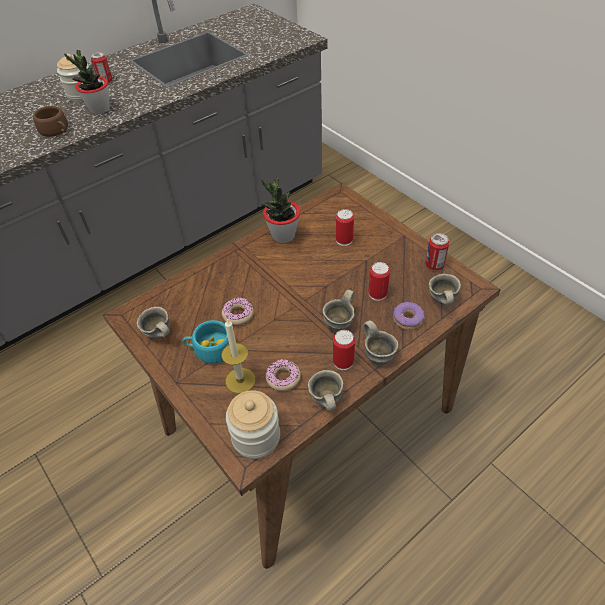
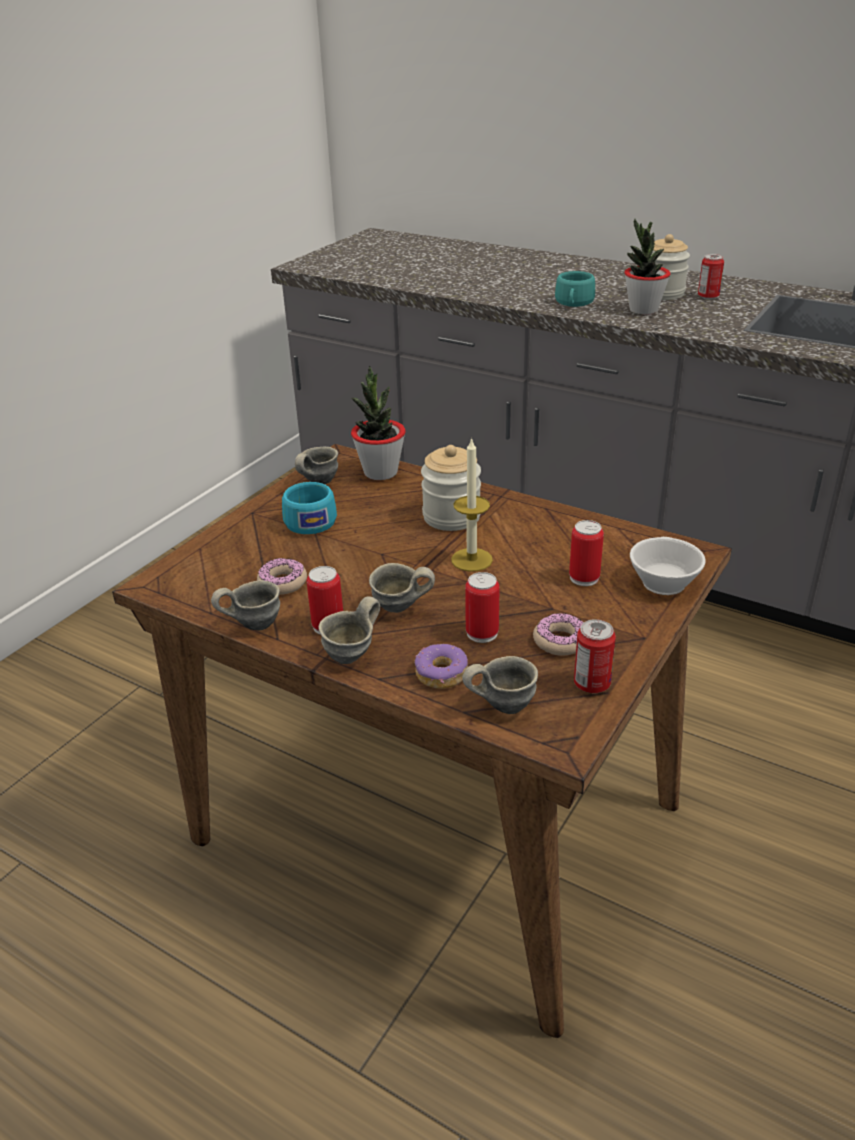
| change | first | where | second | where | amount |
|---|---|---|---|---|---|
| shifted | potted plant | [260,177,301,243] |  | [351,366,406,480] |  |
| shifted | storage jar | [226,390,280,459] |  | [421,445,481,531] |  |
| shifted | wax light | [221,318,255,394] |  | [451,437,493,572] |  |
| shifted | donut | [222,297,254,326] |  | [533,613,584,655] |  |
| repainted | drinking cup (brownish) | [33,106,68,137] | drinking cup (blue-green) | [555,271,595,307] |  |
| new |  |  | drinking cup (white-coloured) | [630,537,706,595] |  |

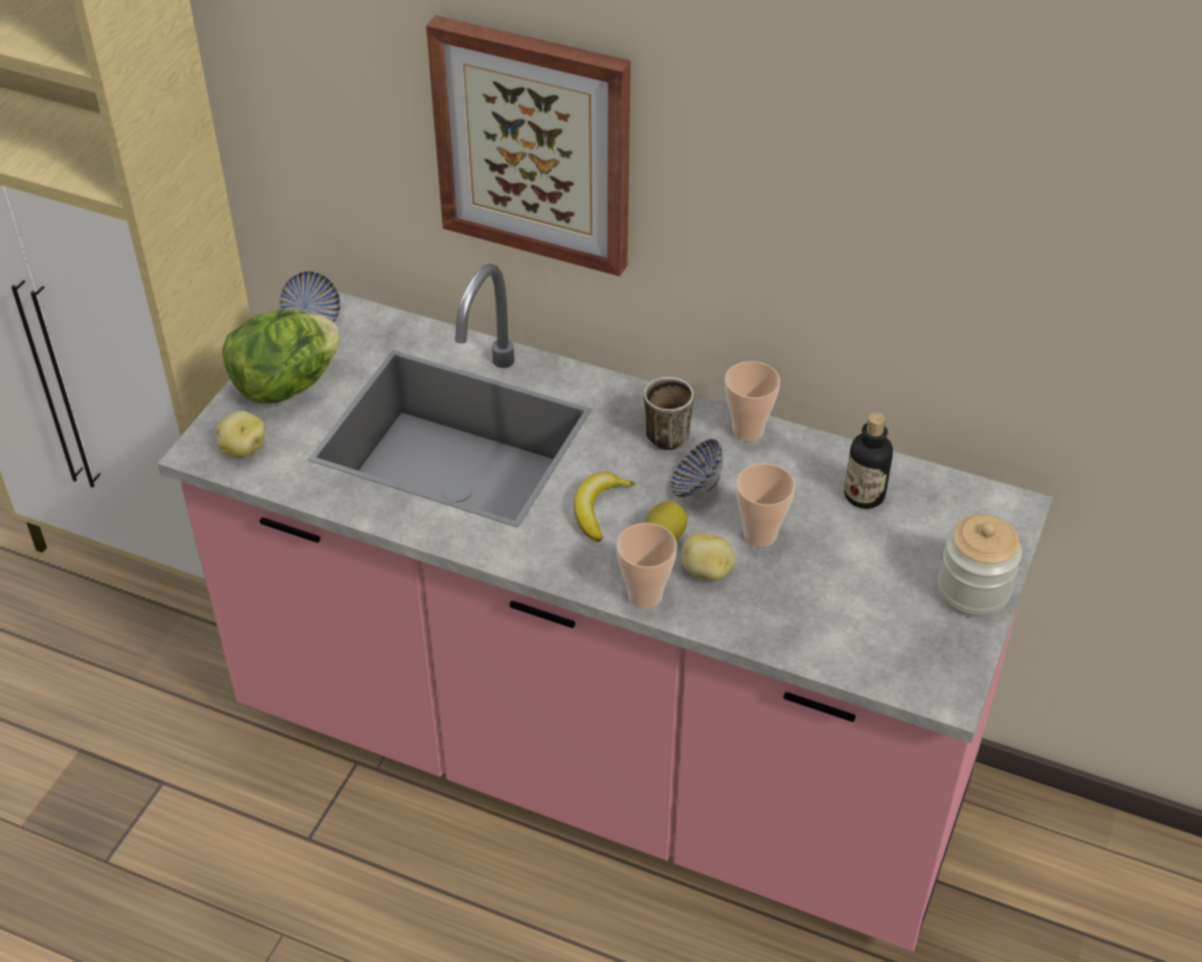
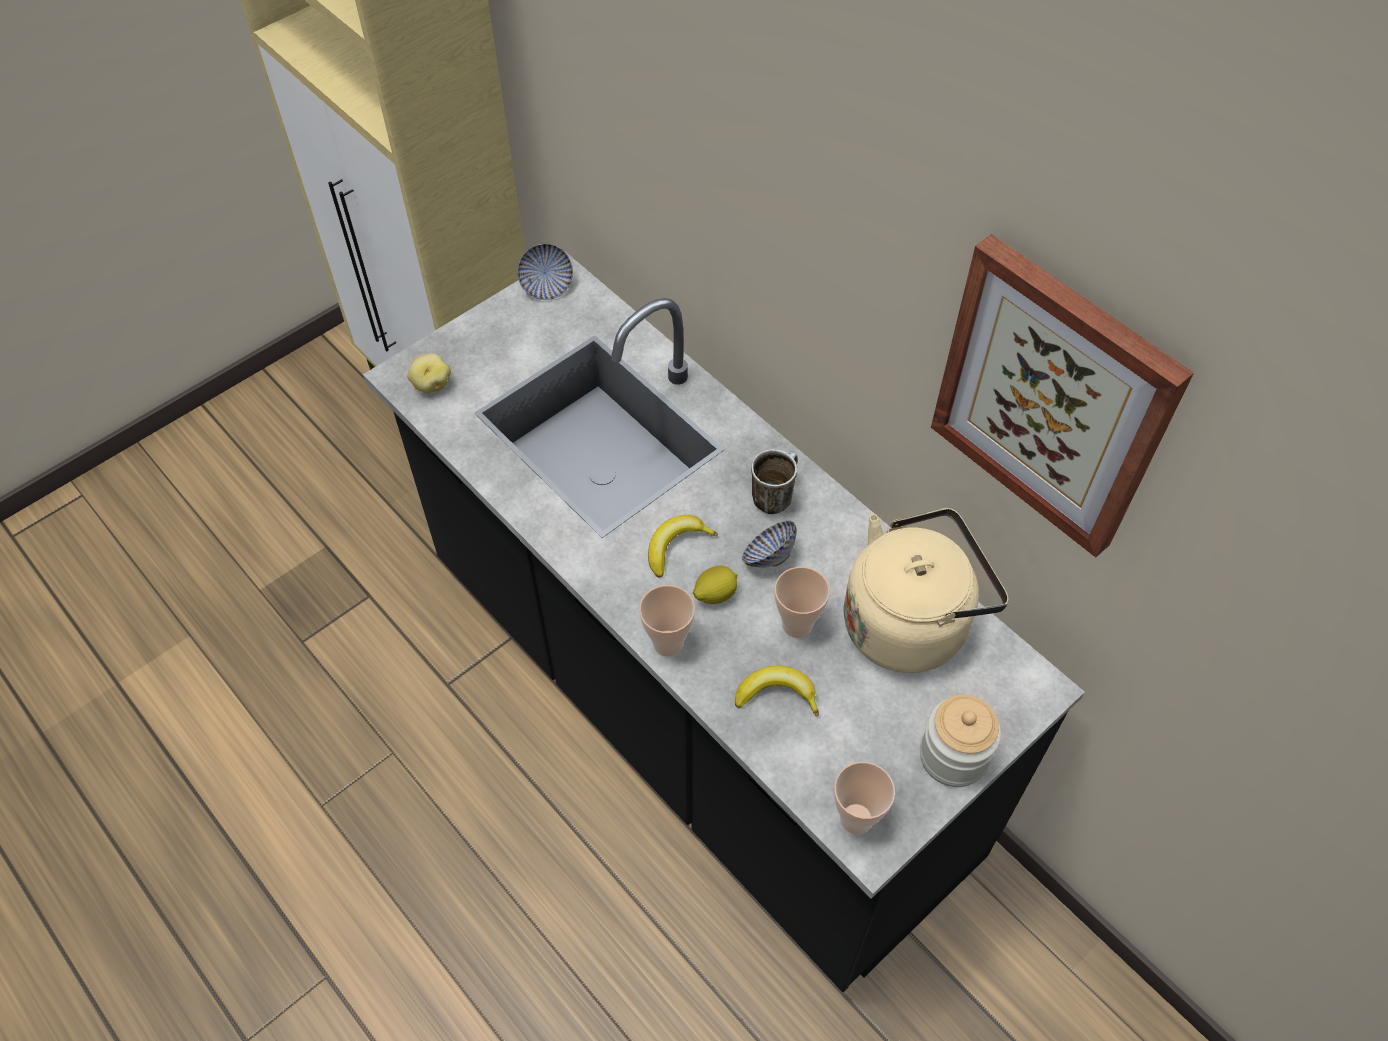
| change | first | where | second | where | amount |
|---|---|---|---|---|---|
| repainted | kitchen counter (pink-coloured) | [158,264,1053,951] | kitchen counter (black) | [363,252,1085,992] |  |
| new |  |  | banana fruit | [735,666,819,716] |  |
| shifted | drinking cup | [725,361,780,441] |  | [834,762,895,835] |  |
| swapped | drink bottle | [845,413,893,509] | water kettle (sand-coloured) | [844,507,1009,673] |  |
| shifted | picture | [426,15,631,276] |  | [931,234,1194,558] |  |
| gone | lettuce | [222,309,341,404] |  |  |  |
| gone | potato | [681,533,735,580] |  |  |  |

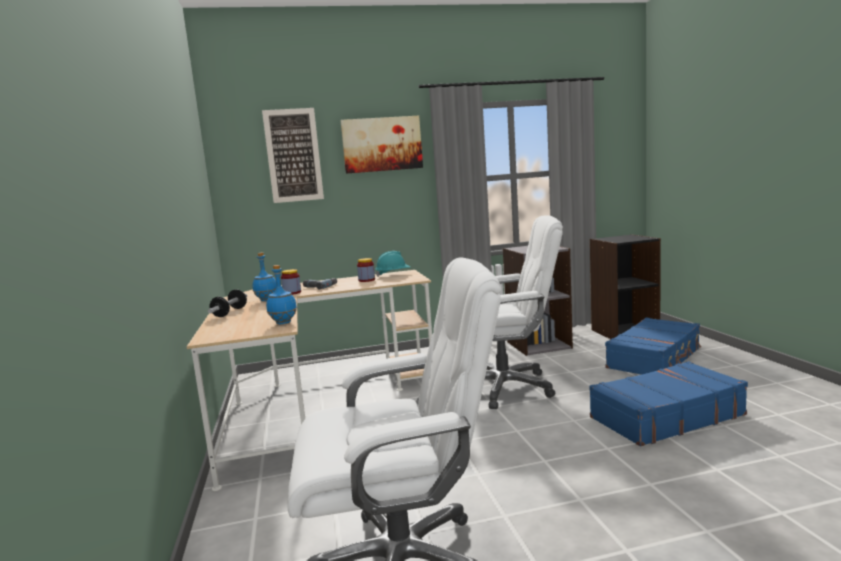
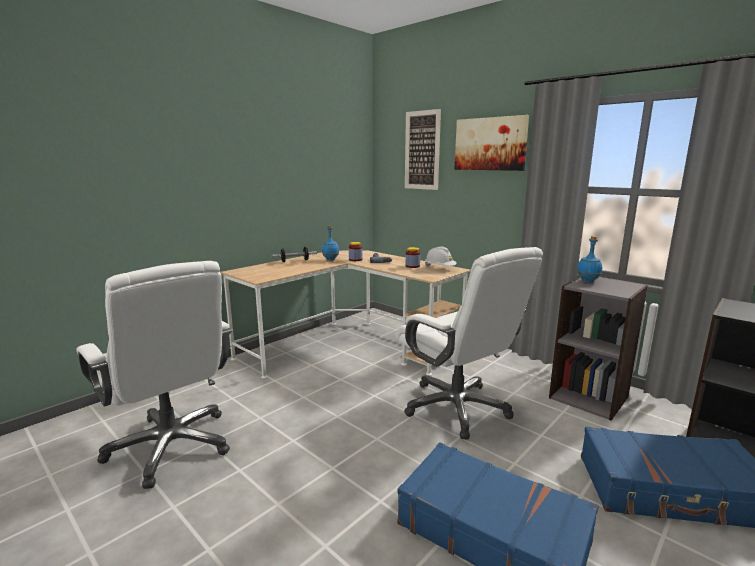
| change | first | where | second | where | amount |
|---|---|---|---|---|---|
| repainted | hard hat (blue-green) | [375,251,410,277] | hard hat (white-coloured) | [425,247,457,267] |  |
| shifted | drink bottle (blue-coloured) | [266,265,297,324] |  | [577,236,602,283] |  |

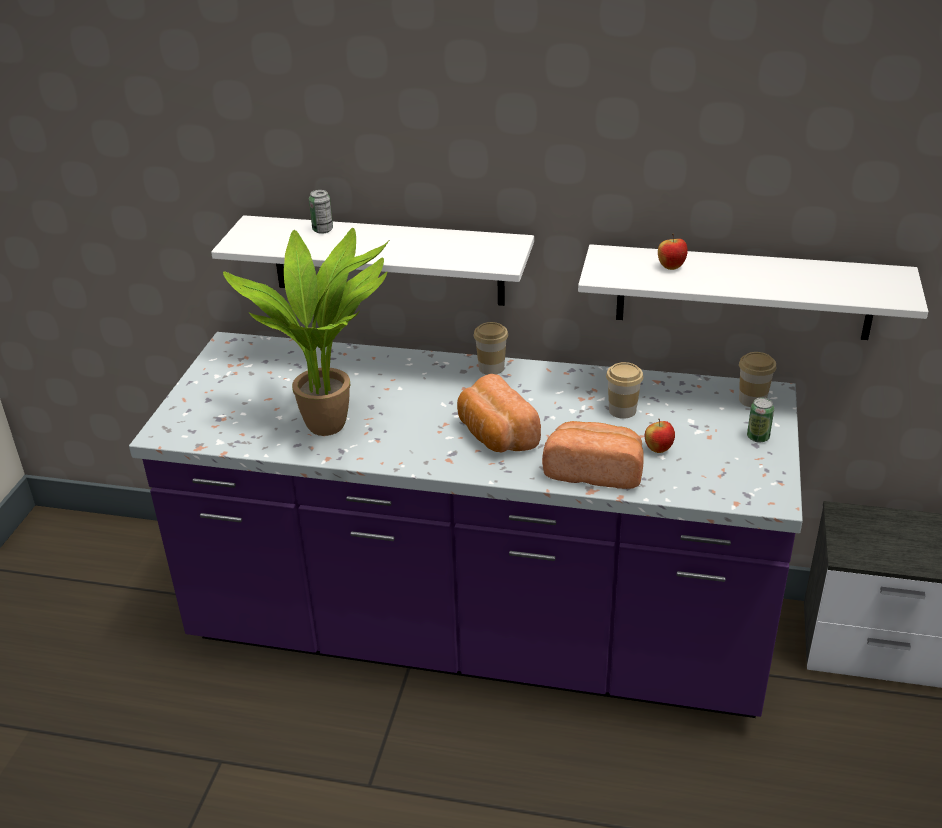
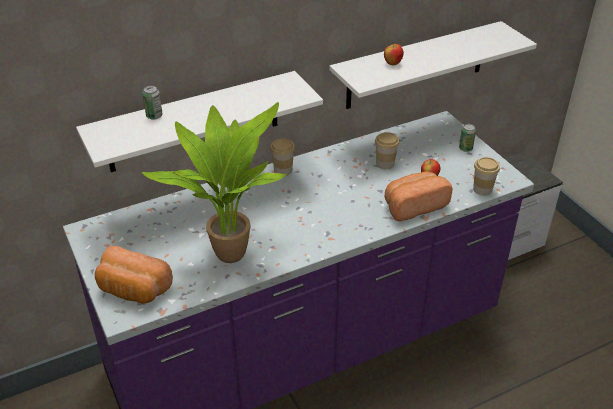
| change | first | where | second | where | amount |
|---|---|---|---|---|---|
| shifted | baked bread | [457,374,541,452] |  | [95,246,173,303] |  |
| shifted | drinking cup | [739,352,776,407] |  | [473,157,500,196] |  |

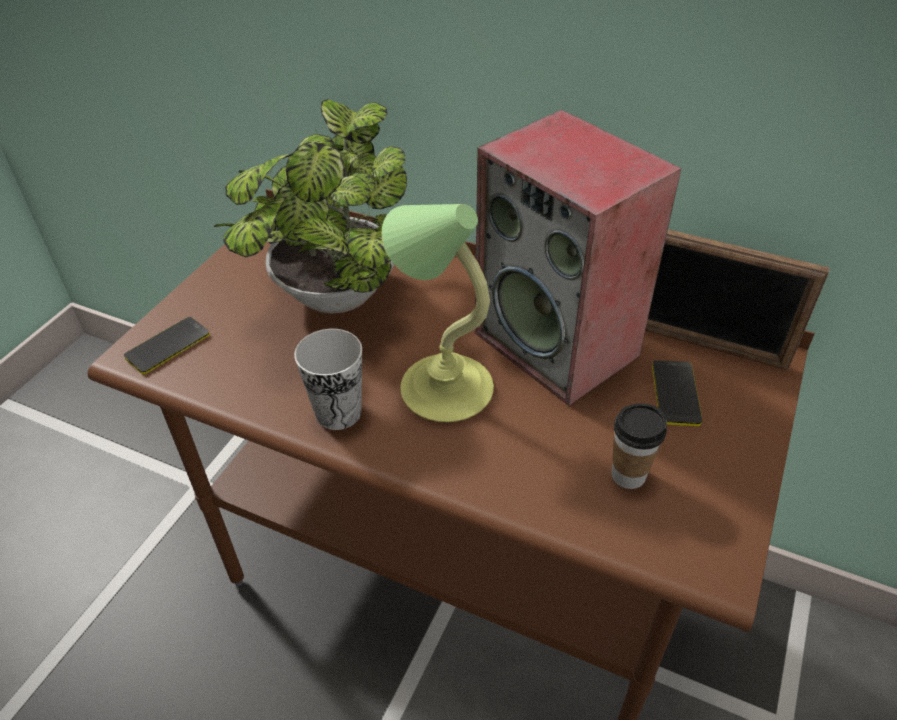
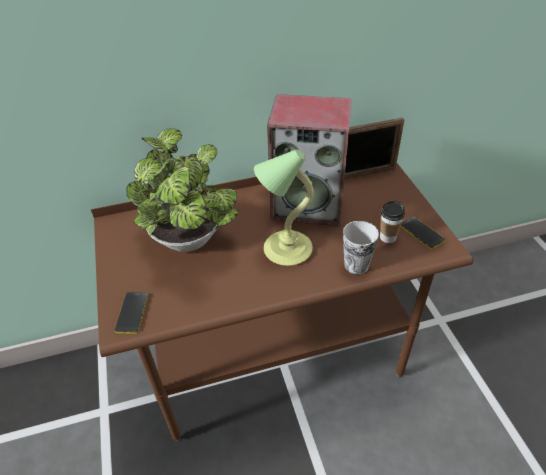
| change | first | where | second | where | amount |
|---|---|---|---|---|---|
| shifted | drinking cup | [294,329,362,430] |  | [343,221,379,274] |  |
| shifted | telephone | [652,360,703,426] |  | [400,217,445,249] |  |

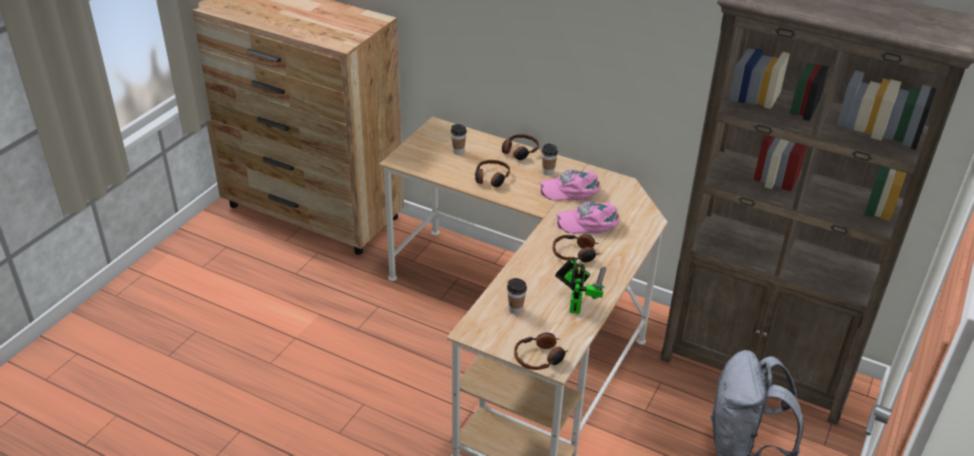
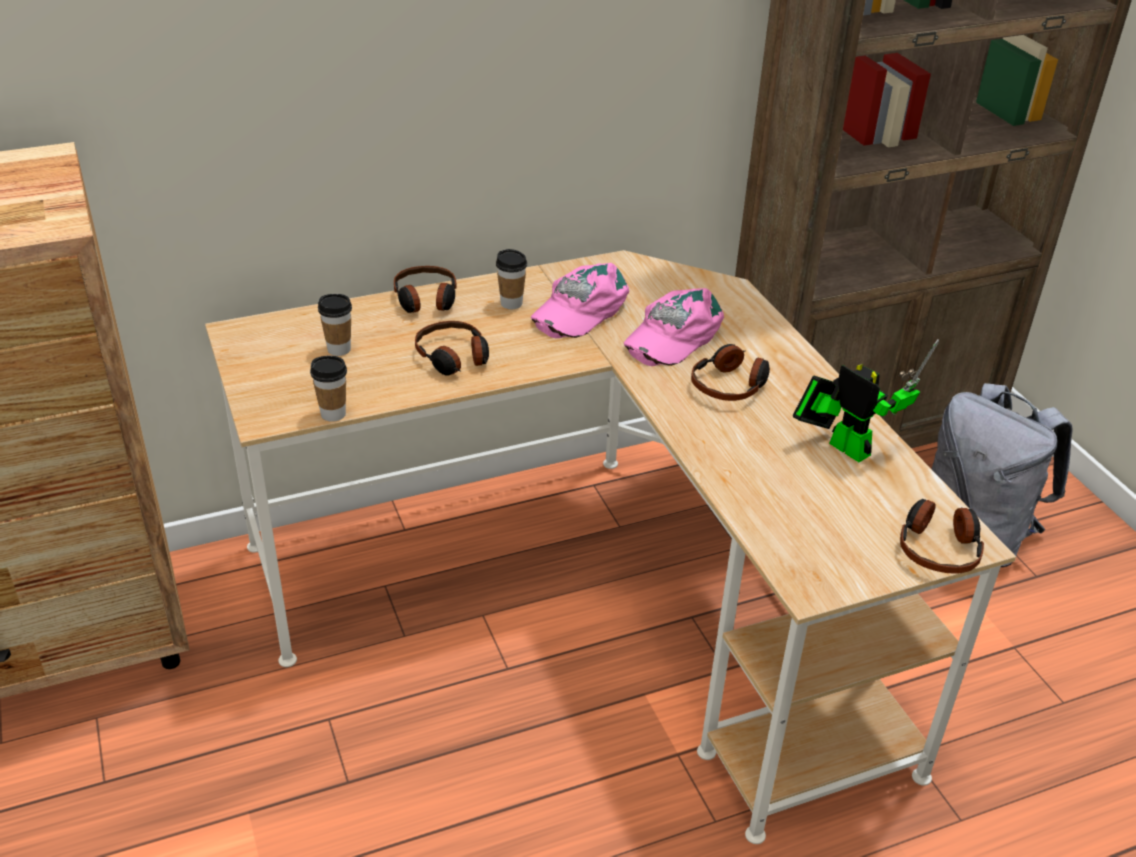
| change | first | where | second | where | amount |
|---|---|---|---|---|---|
| shifted | drinking cup | [507,278,527,314] |  | [310,356,347,422] |  |

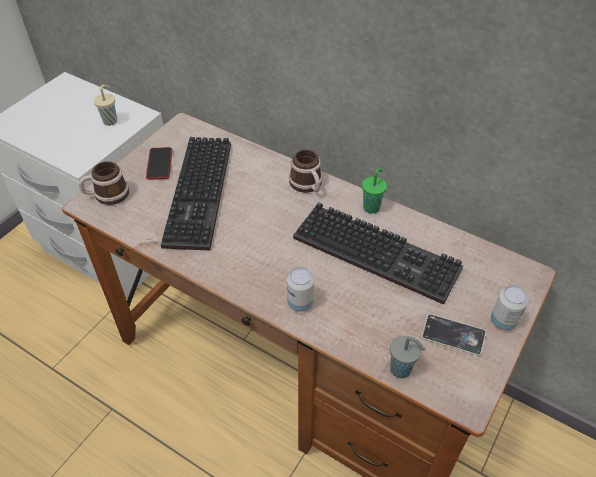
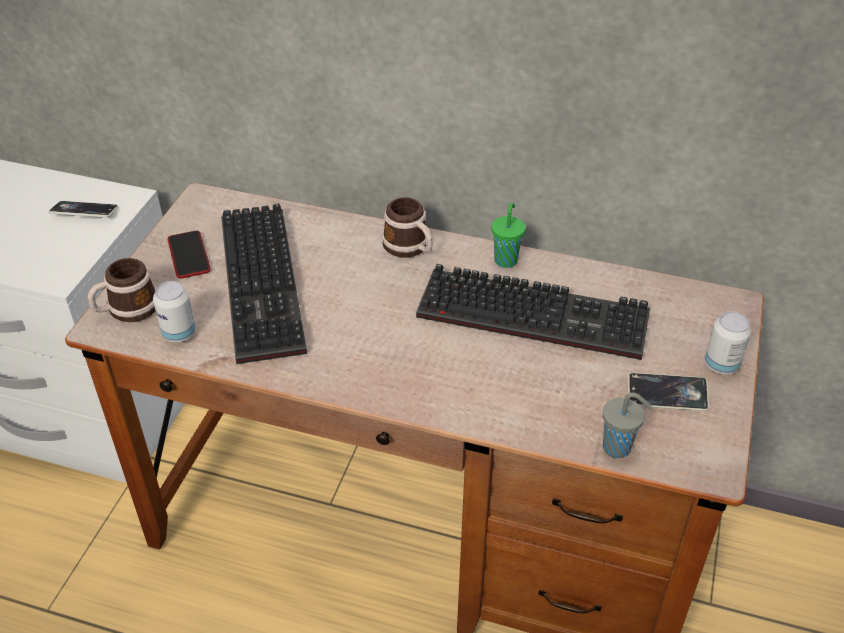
| change | first | where | second | where | amount |
|---|---|---|---|---|---|
| swapped | drinking cup (sand-coloured) | [94,85,117,126] | telephone | [49,201,118,217] |  |
| shifted | sealed can | [287,267,314,312] |  | [153,281,196,342] |  |

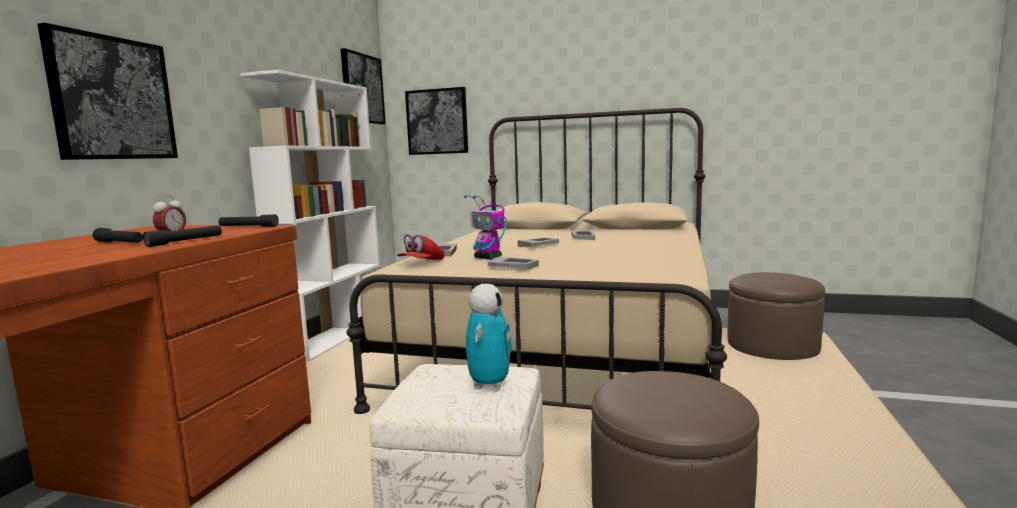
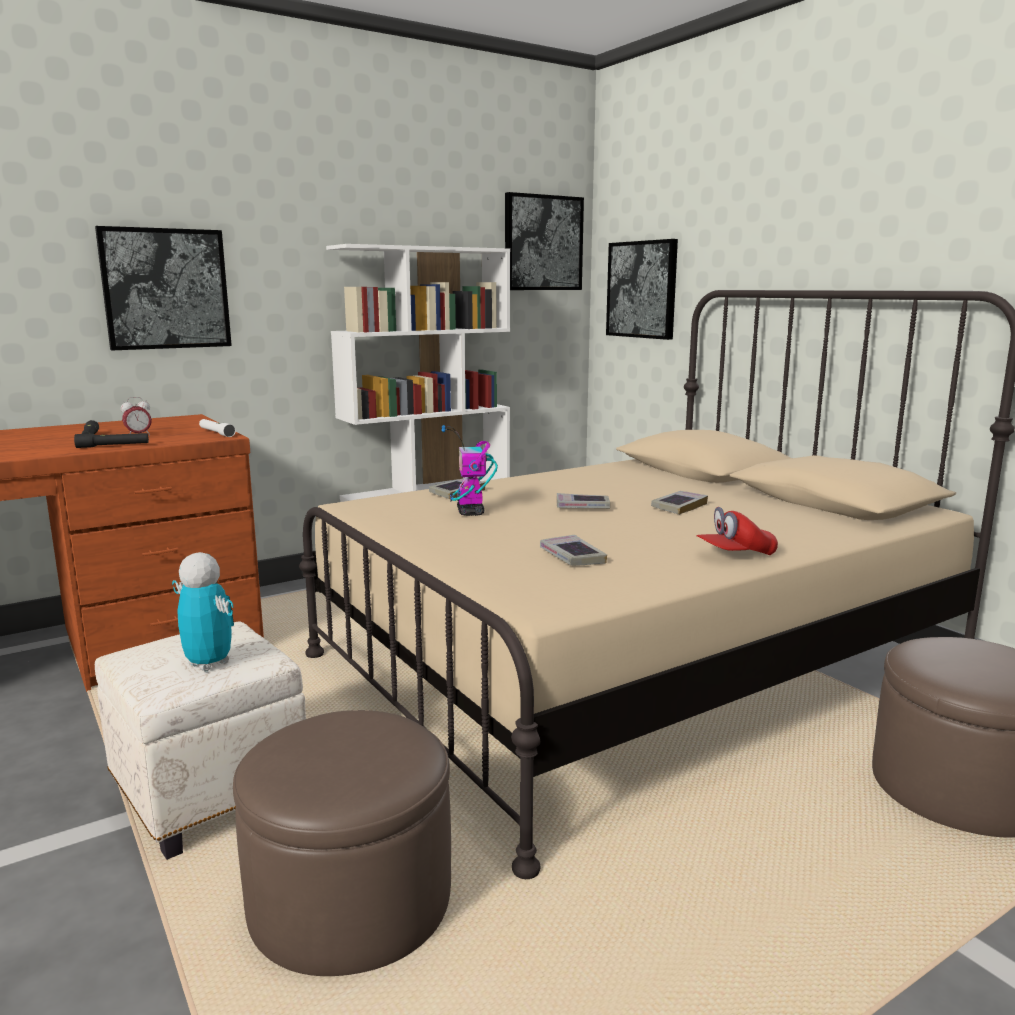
| change | first | where | second | where | amount |
|---|---|---|---|---|---|
| rotated | model robot | [466,284,512,390] |  | [172,552,234,671] | 105 degrees counterclockwise |
| repainted | hand torch (black) | [219,214,279,227] | hand torch (white-coloured) | [199,419,236,437] |  |
| shifted | book | [488,256,539,269] |  | [540,535,607,566] |  |
| shifted | cap (red-coloured) | [397,234,445,260] |  | [697,507,778,555] |  |

